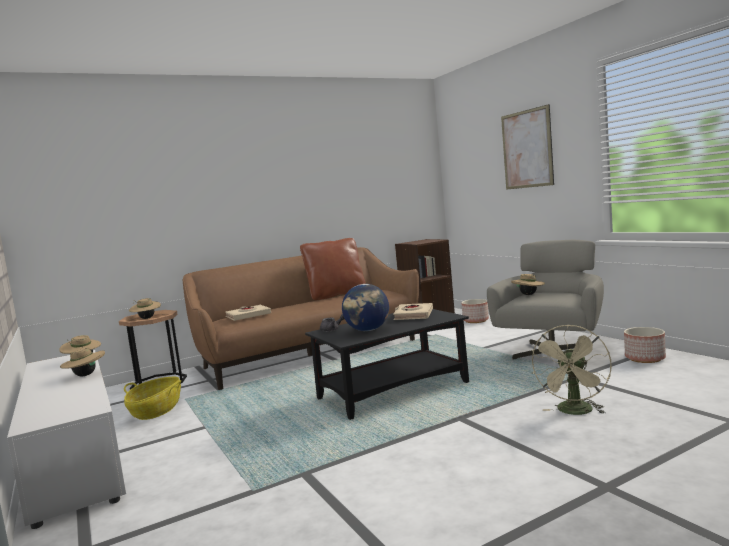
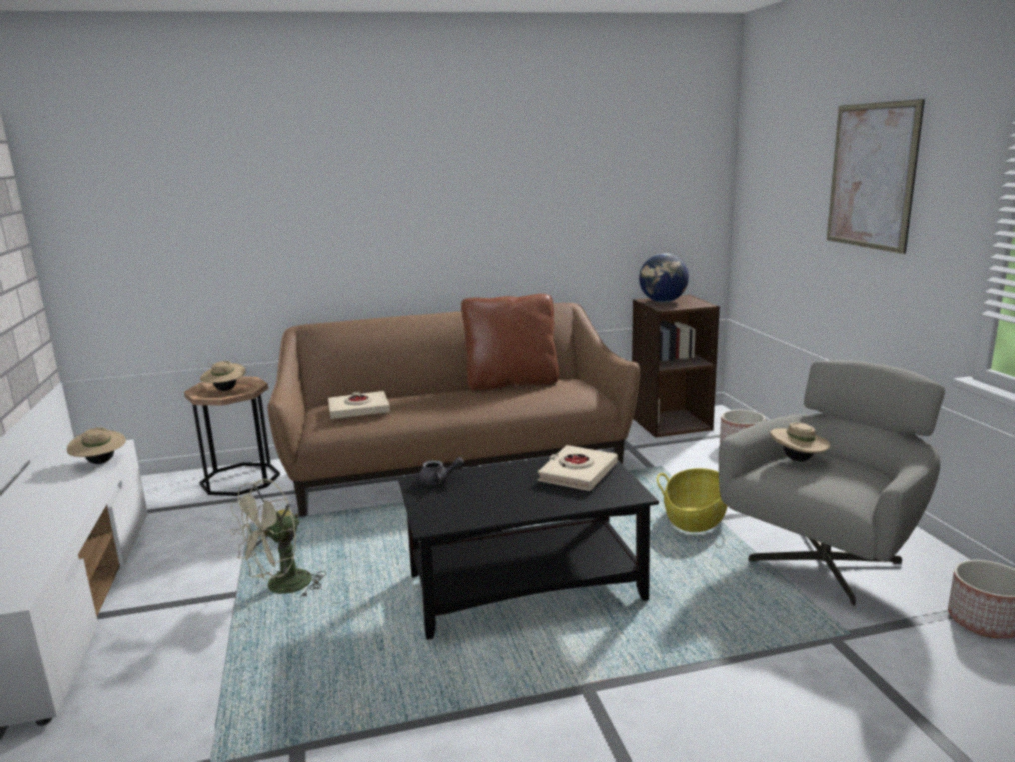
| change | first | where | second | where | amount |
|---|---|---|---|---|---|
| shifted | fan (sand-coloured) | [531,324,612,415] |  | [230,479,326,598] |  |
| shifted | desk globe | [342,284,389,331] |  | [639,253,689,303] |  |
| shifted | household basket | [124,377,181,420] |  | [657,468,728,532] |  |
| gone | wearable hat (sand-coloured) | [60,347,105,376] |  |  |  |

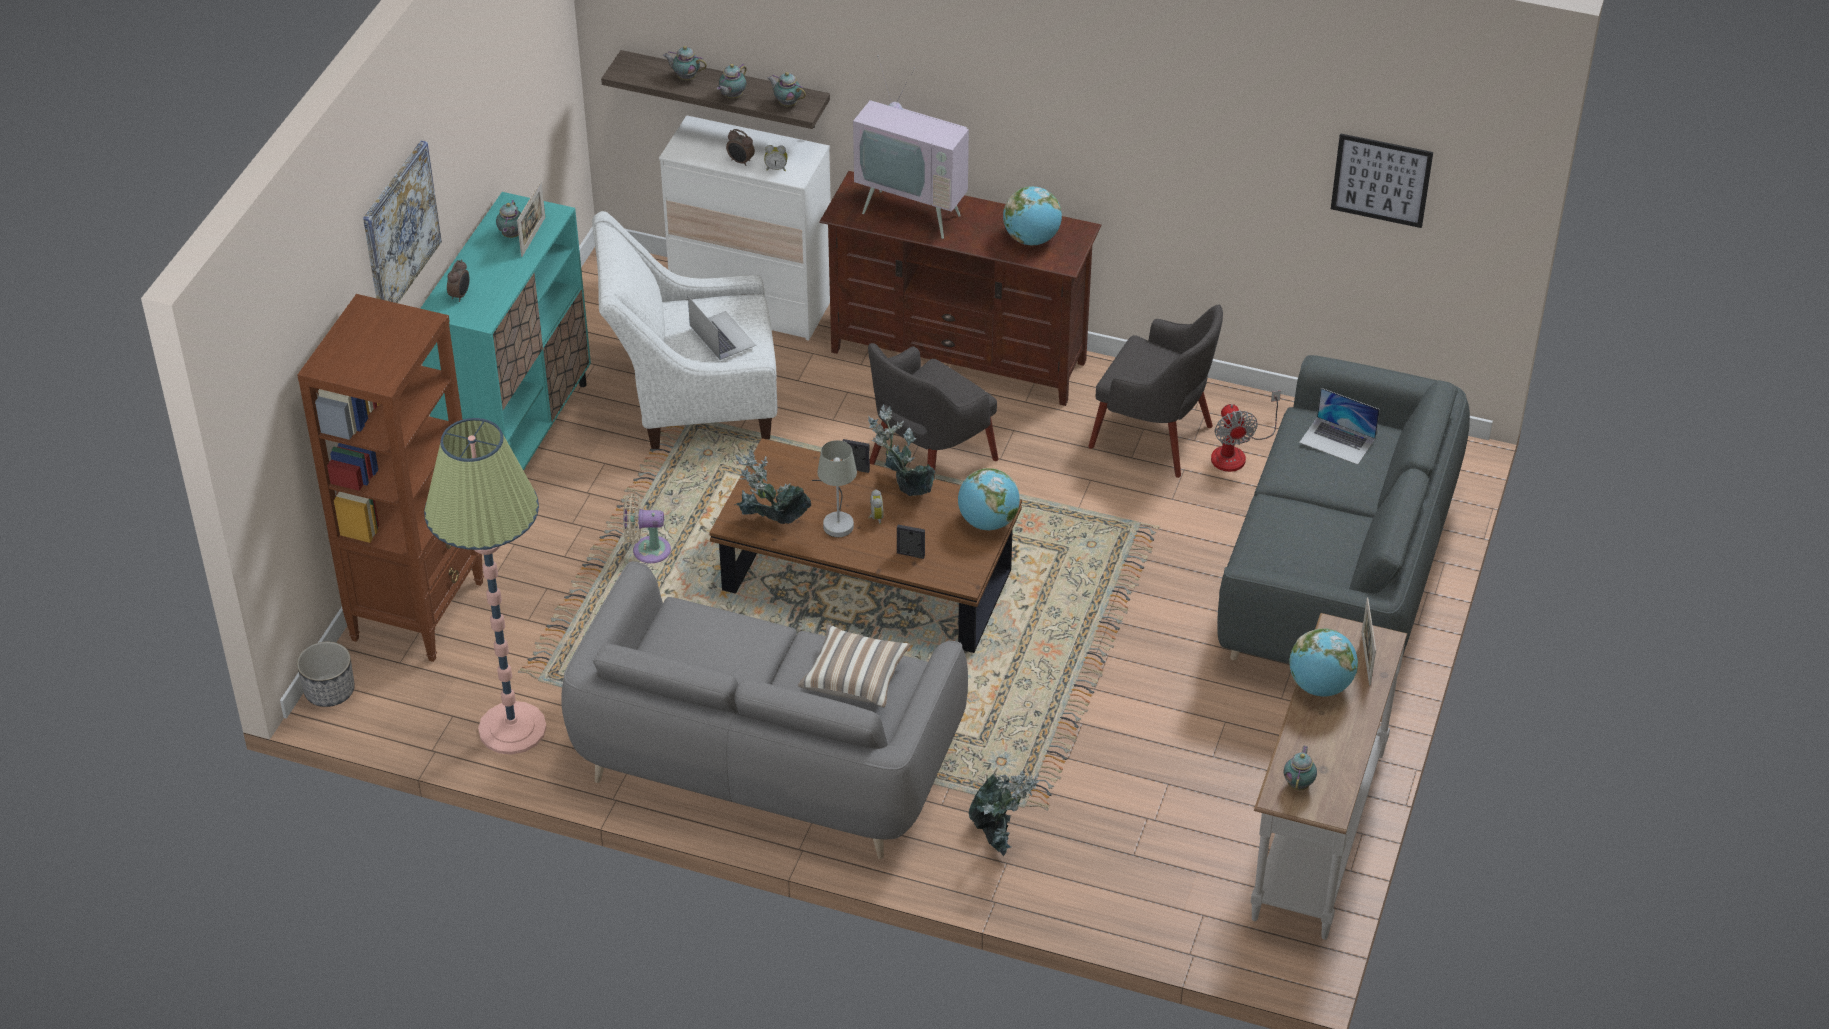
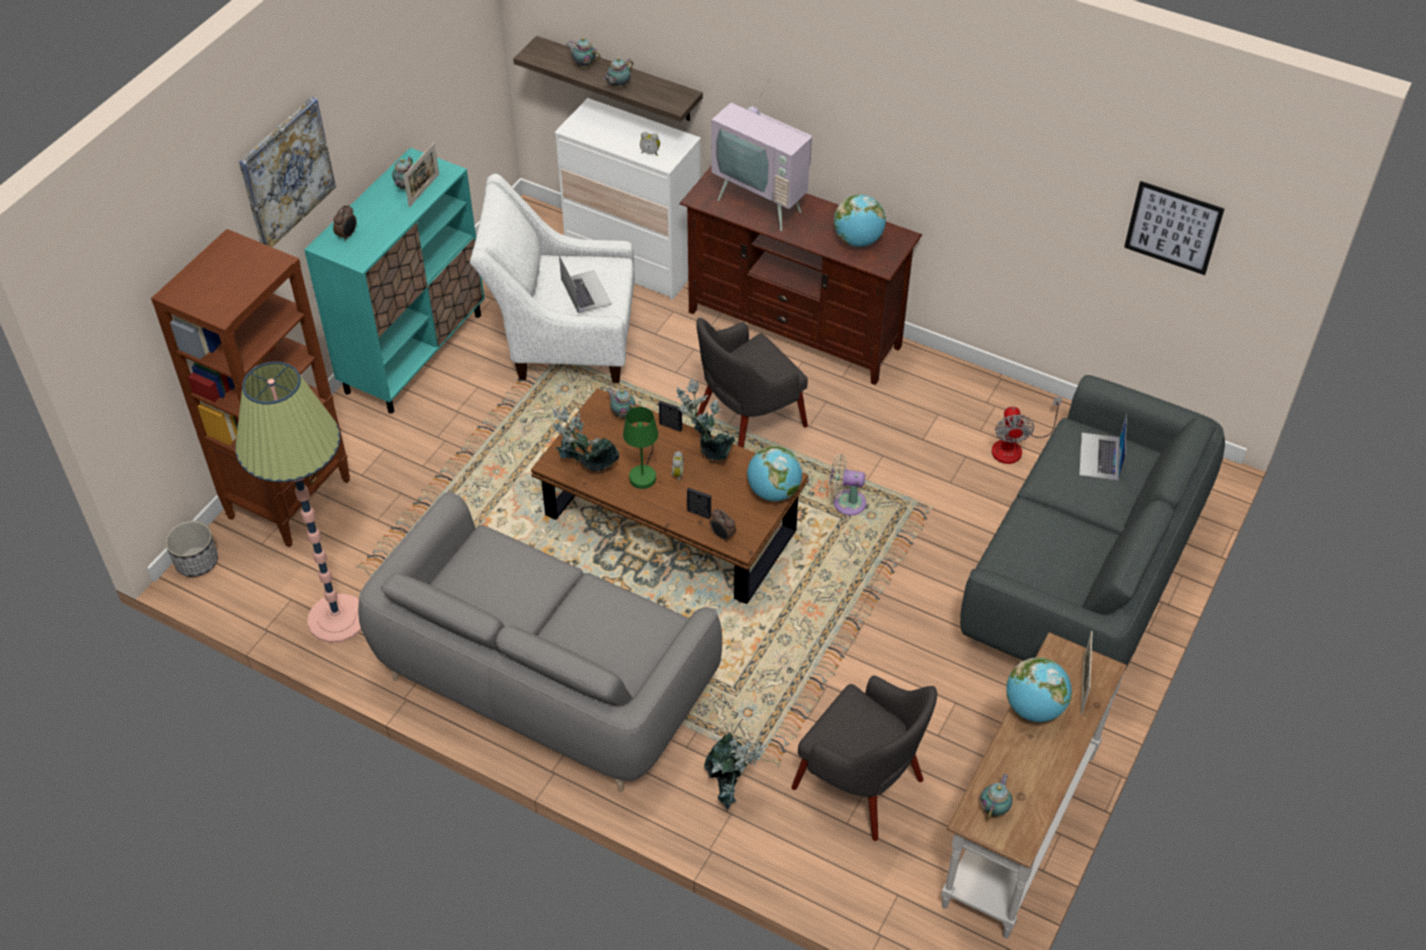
| change | first | where | second | where | amount |
|---|---|---|---|---|---|
| shifted | teapot | [768,72,806,107] |  | [607,388,635,418] |  |
| repainted | lamp for a table (grey) | [812,440,857,537] | lamp for a table (green) | [623,407,658,489] |  |
| shifted | bedside clock | [726,129,755,166] |  | [710,509,736,542] |  |
| shifted | easy chair (grey) | [1088,305,1223,478] |  | [791,675,937,841] |  |
| shifted | fan (sand-coloured) | [623,493,671,563] |  | [829,454,867,515] |  |
| rotated | notebook computer | [1299,388,1380,465] |  | [1079,413,1127,481] | 60 degrees clockwise |
| gone | pillow | [798,625,911,708] |  |  |  |

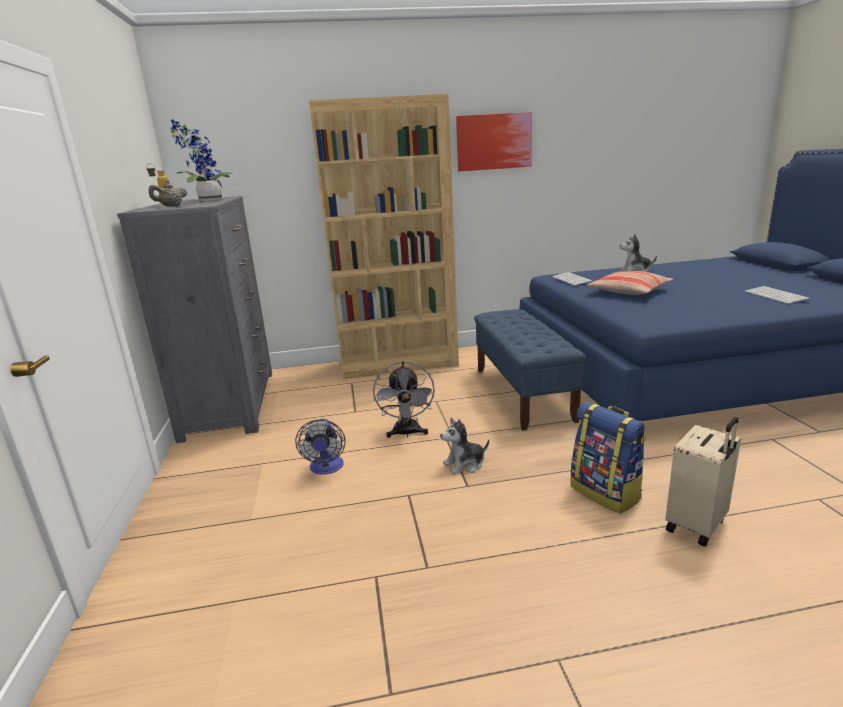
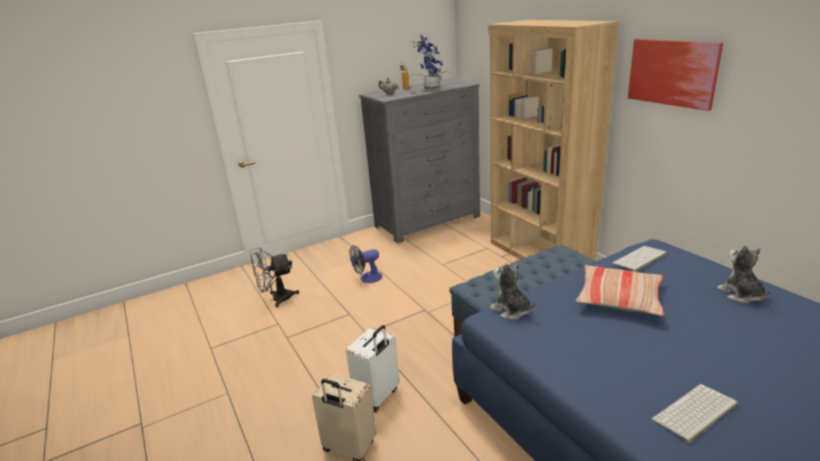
| change | first | where | second | where | amount |
|---|---|---|---|---|---|
| shifted | fan (grey) | [373,361,435,438] |  | [250,247,299,307] |  |
| swapped | knapsack | [570,402,646,514] | travel case (white-coloured) | [346,325,400,413] |  |
| shifted | soft toy | [440,417,489,475] |  | [490,262,536,320] |  |

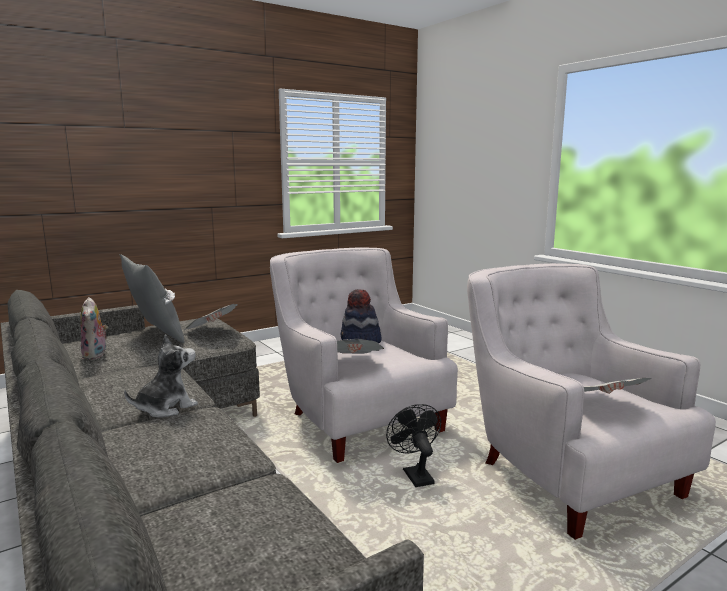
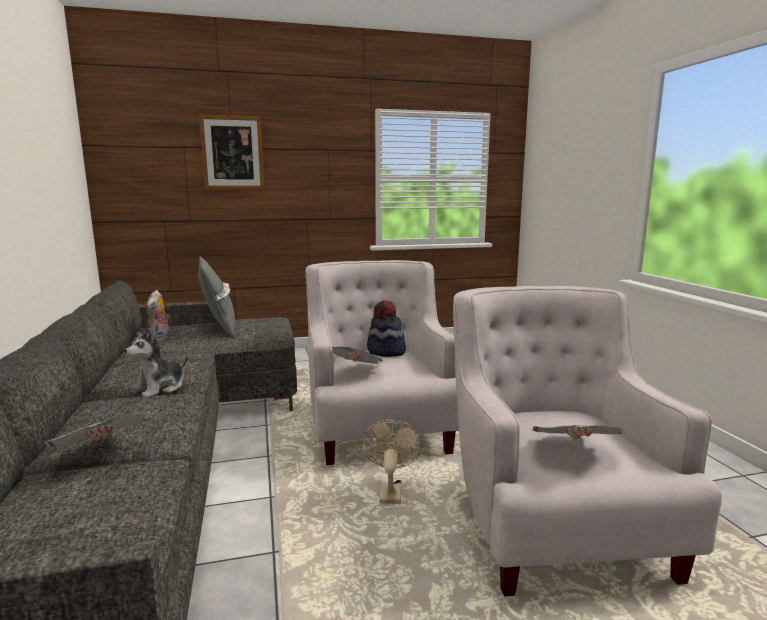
| change | first | where | second | where | amount |
|---|---|---|---|---|---|
| shifted | daily paper | [184,304,238,330] |  | [42,415,147,448] |  |
| rotated | soft toy | [124,334,198,418] |  | [124,328,188,398] | 150 degrees clockwise |
| new |  |  | picture | [199,114,264,190] |  |
| repainted | fan (black) | [386,404,441,487] | fan (sand-coloured) | [362,420,422,504] |  |

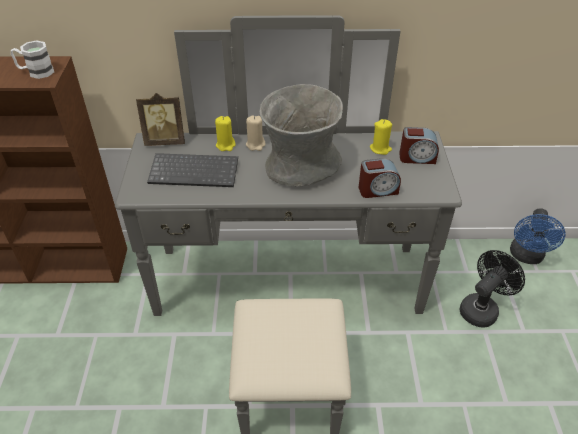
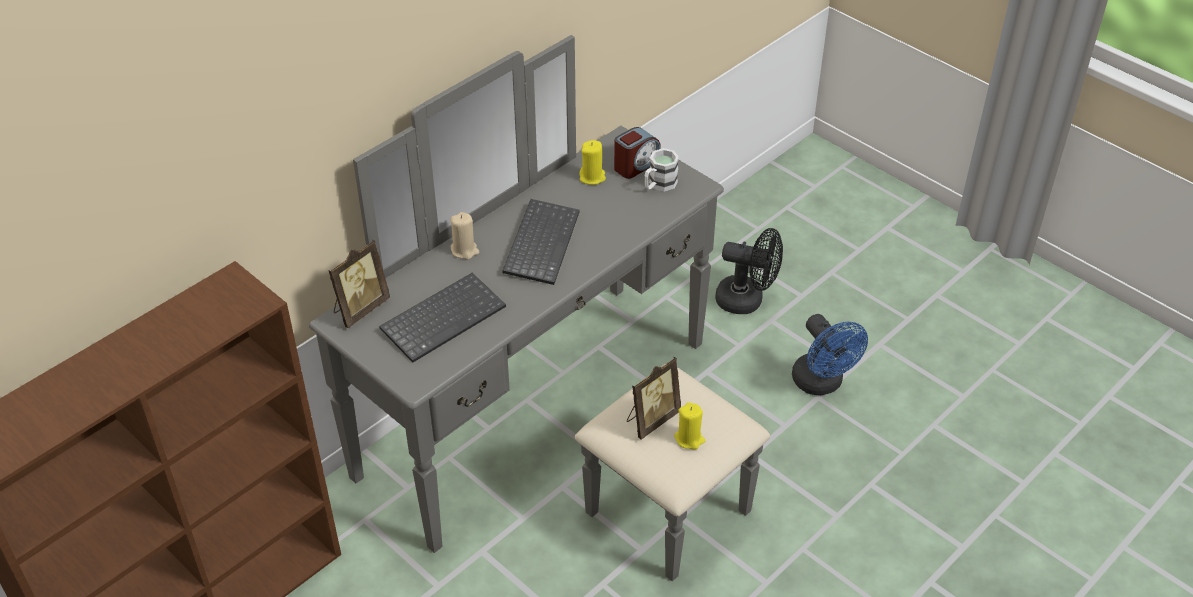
| change | first | where | second | where | amount |
|---|---|---|---|---|---|
| swapped | flower vase (grey) | [260,84,343,187] | computer keyboard | [502,199,580,285] |  |
| new |  |  | standing frame | [627,357,681,439] |  |
| shifted | mug (white-coloured) | [11,41,54,79] |  | [645,148,679,192] |  |
| shifted | wax light (yellow-coloured) | [215,116,236,151] |  | [674,403,705,450] |  |
| rotated | fan (black) | [460,250,525,327] |  | [715,228,783,314] | 105 degrees clockwise |
| shifted | fan (blue-coloured) | [510,208,566,264] |  | [792,314,868,395] |  |
| gone | bedside clock | [359,158,401,198] |  |  |  |

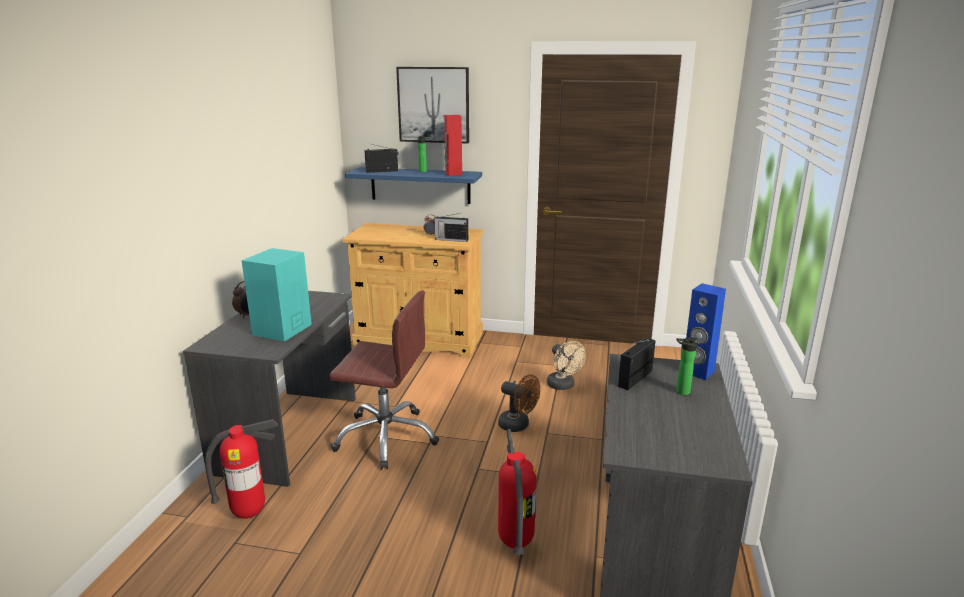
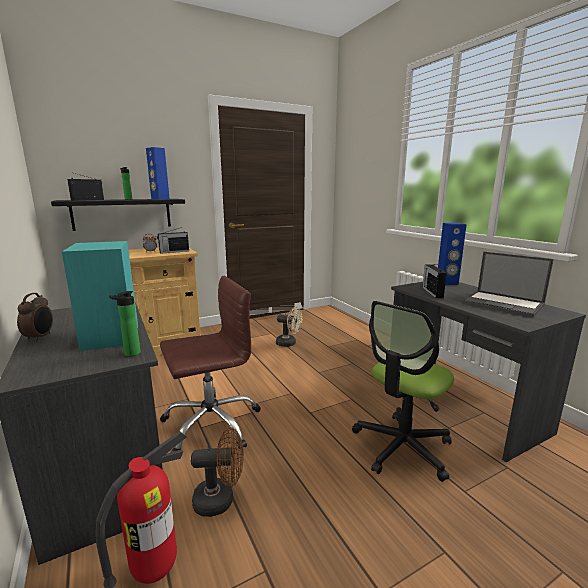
| change | first | where | second | where | amount |
|---|---|---|---|---|---|
| repainted | shelf (blue-coloured) | [345,167,482,204] | shelf (black) | [51,199,185,231] |  |
| shifted | drink bottle | [676,337,697,395] |  | [109,291,141,357] |  |
| repainted | audio speaker (red-coloured) | [444,115,462,176] | audio speaker (blue-coloured) | [146,147,170,199] |  |
| shifted | fan (brownish) | [498,374,540,432] |  | [191,428,244,517] |  |
| swapped | extinguisher | [498,429,537,555] | office chair | [352,301,454,482] |  |
| new |  |  | notebook computer | [462,252,554,318] |  |
| gone | picture | [396,67,469,143] |  |  |  |

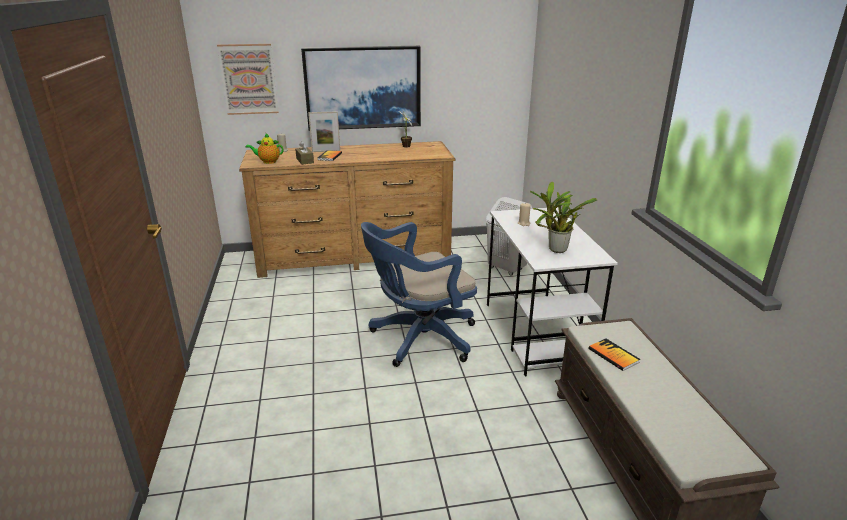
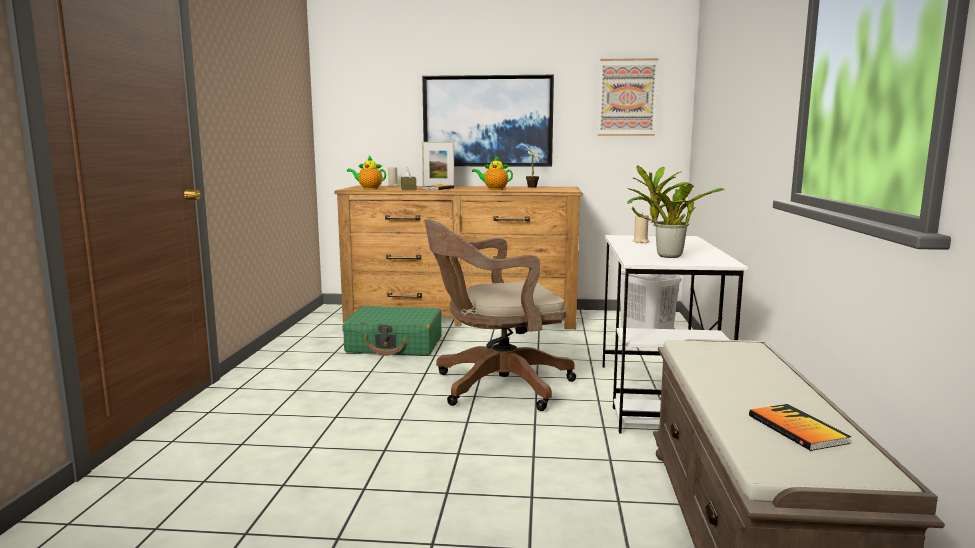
| change | first | where | second | where | amount |
|---|---|---|---|---|---|
| new |  |  | travel case (green) | [342,306,442,356] |  |
| repainted | office chair (blue-coloured) | [361,222,477,367] | office chair (brownish) | [424,219,576,411] |  |
| new |  |  | teapot | [472,155,513,190] |  |
| shifted | picture | [217,44,279,115] |  | [598,58,659,136] |  |
| shifted | book | [588,338,641,371] |  | [749,404,851,451] |  |

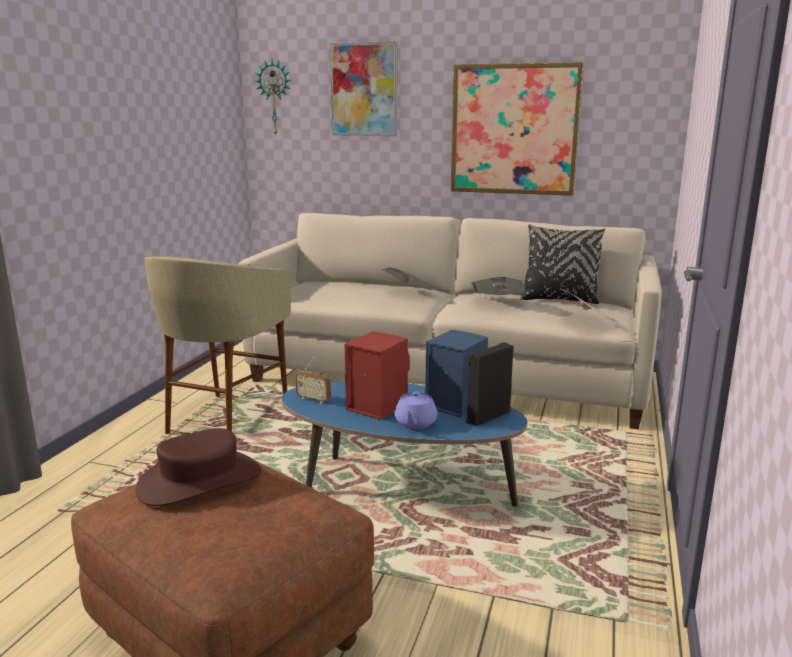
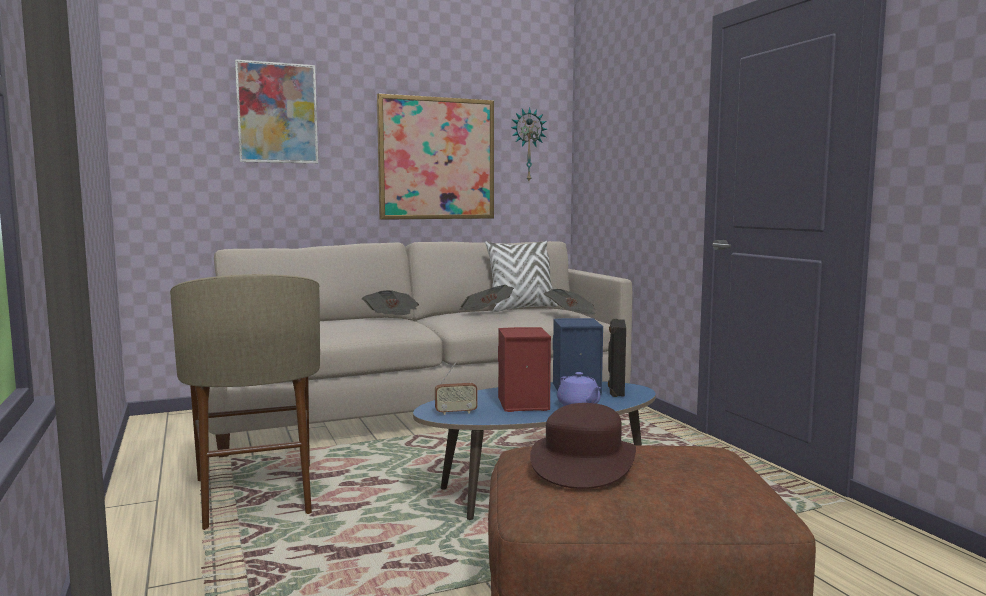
| change | first | where | second | where | amount |
|---|---|---|---|---|---|
| repainted | pillow (black) | [520,224,605,304] | pillow (white-coloured) | [485,241,558,312] |  |
| shifted | wall clock | [255,60,292,137] |  | [511,107,547,181] |  |

